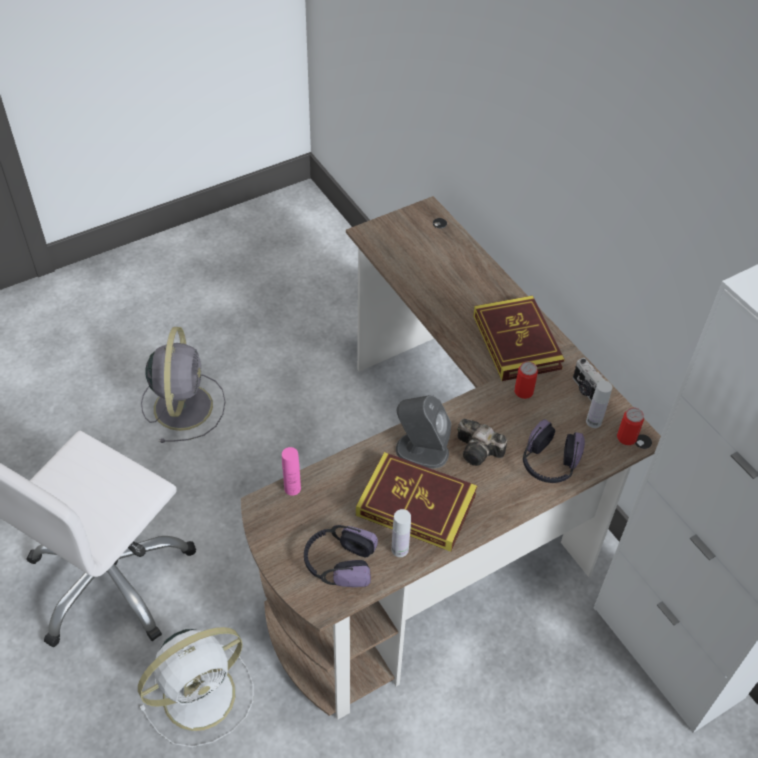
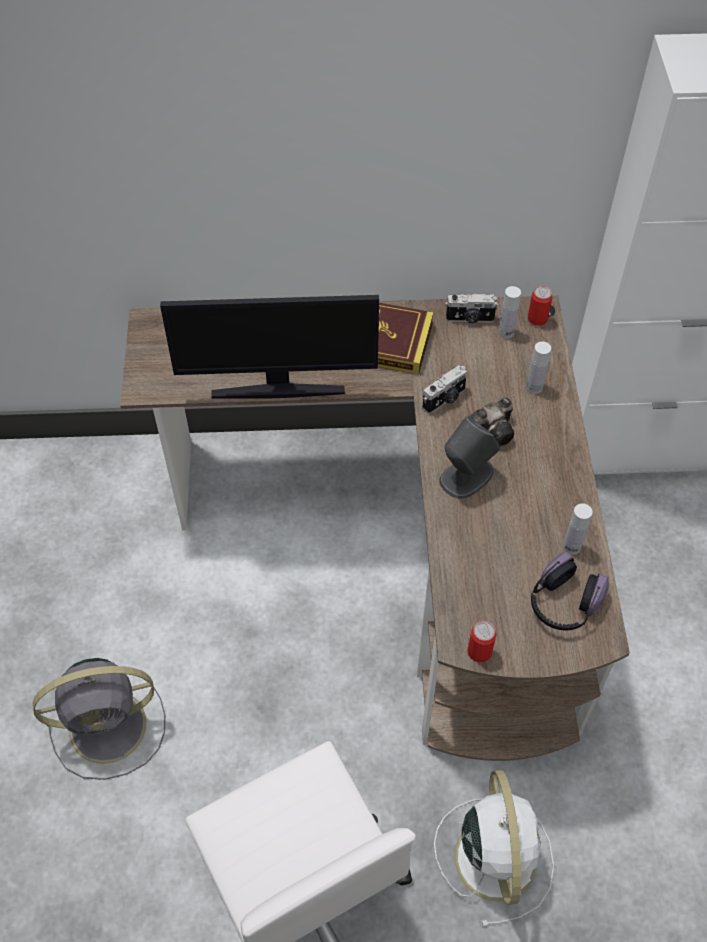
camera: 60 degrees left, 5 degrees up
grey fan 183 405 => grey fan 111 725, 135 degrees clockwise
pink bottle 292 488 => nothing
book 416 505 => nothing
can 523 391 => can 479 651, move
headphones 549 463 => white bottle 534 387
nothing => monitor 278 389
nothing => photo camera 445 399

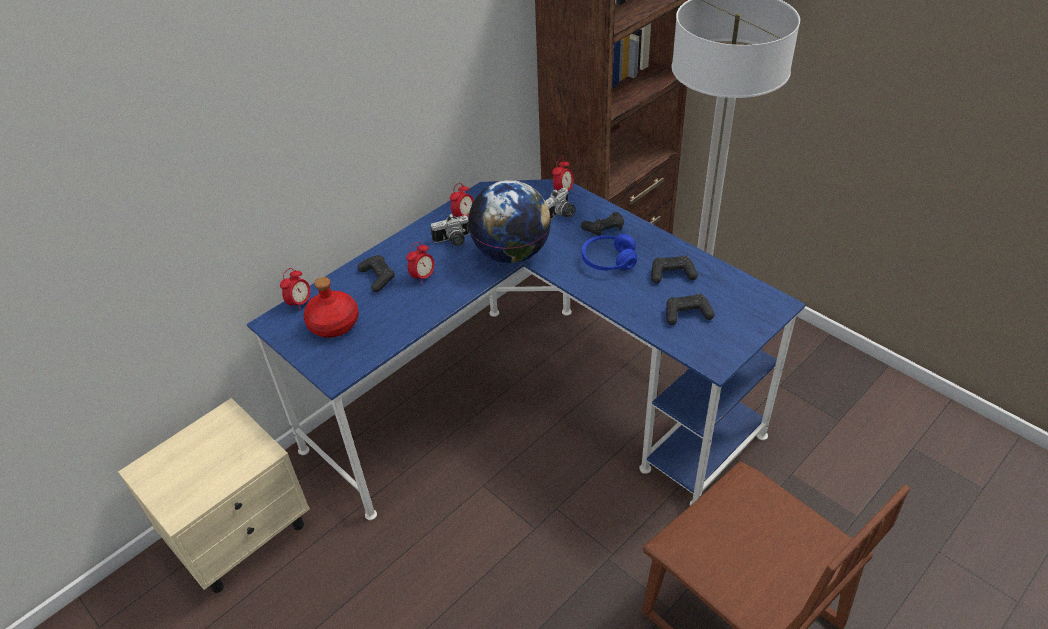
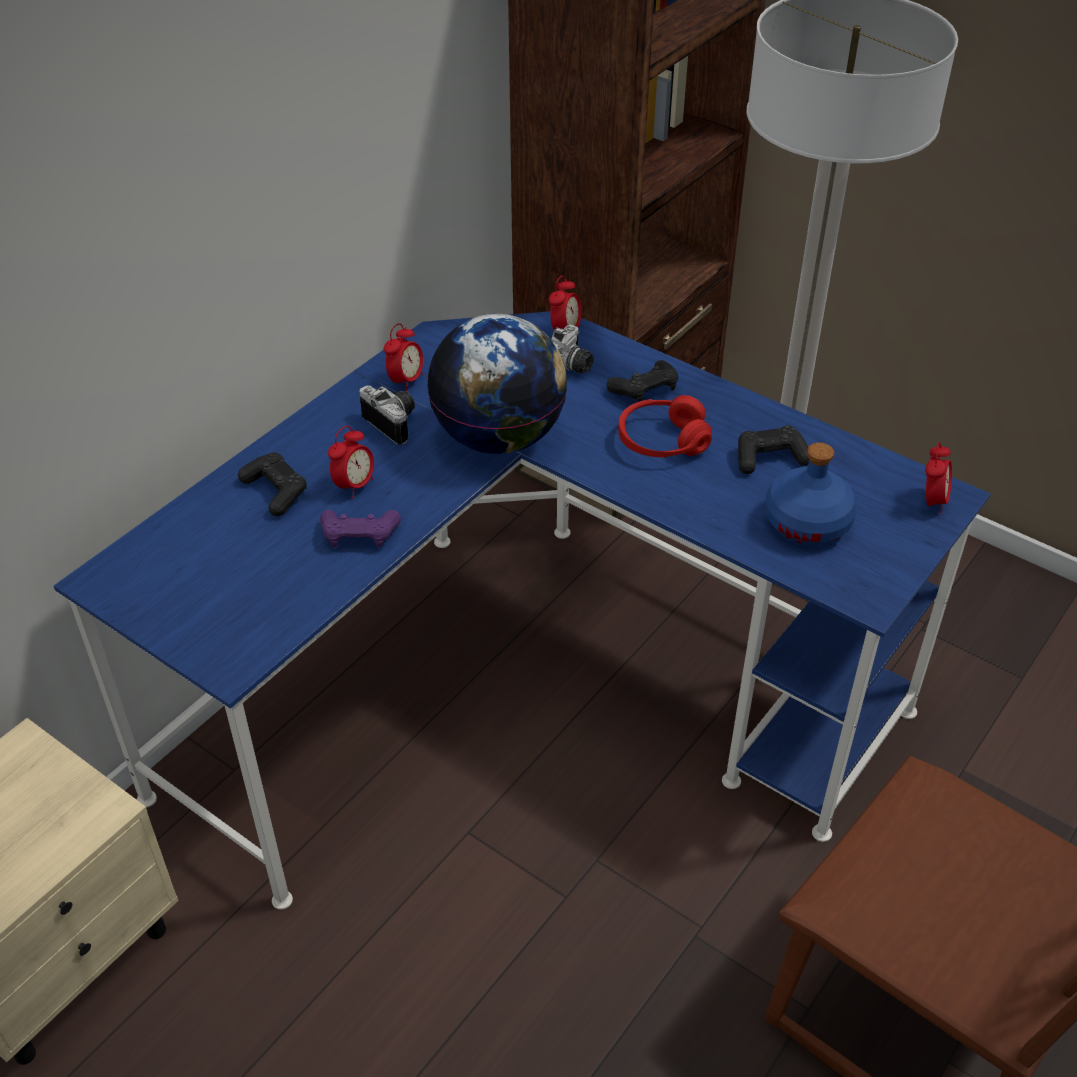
camera: 10 degrees left, 0 degrees up
alarm clock 300 303 => alarm clock 932 502, move
red bottle 333 323 => nothing
photo camera 453 241 => photo camera 395 422, 105 degrees counterclockwise
blue headphones 608 260 => red headphones 662 441
black game controller 687 314 => blue bottle 807 522
nothing => purple game controller 359 535

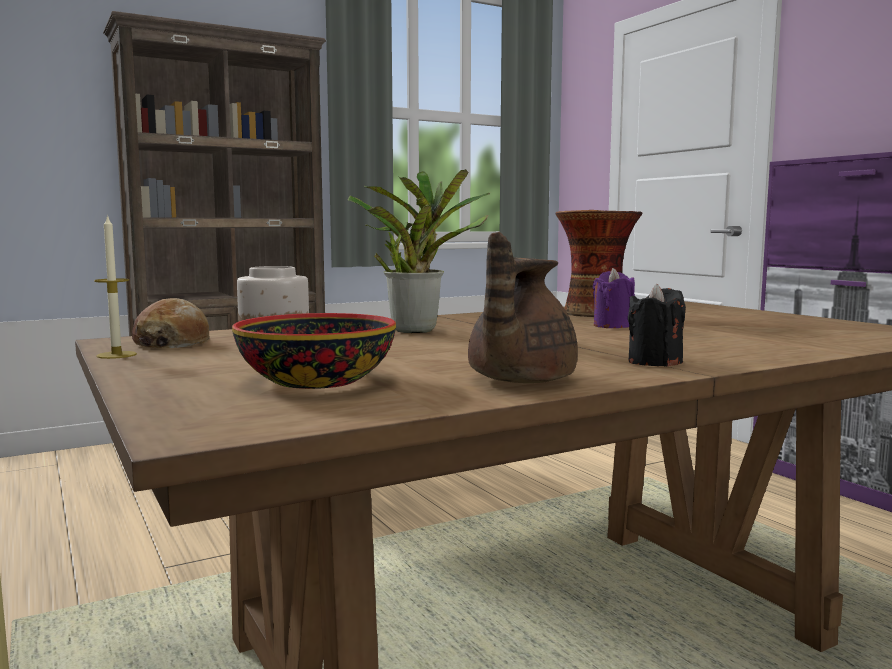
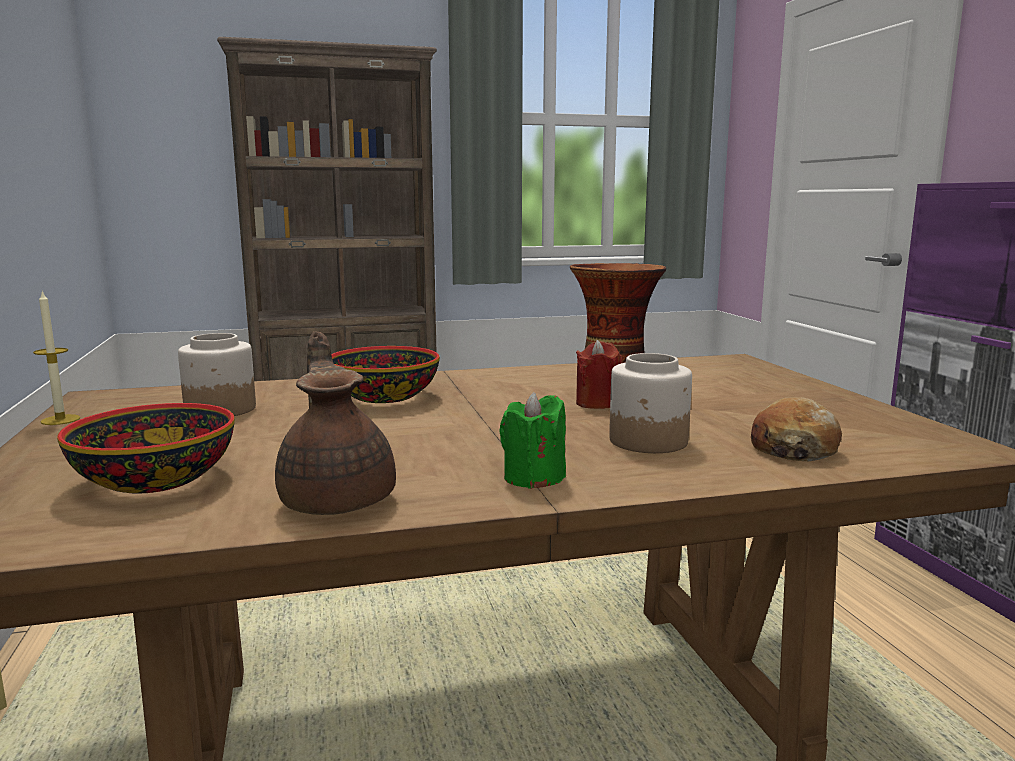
camera: 15 degrees right, 5 degrees up
bread 173 343 => bread 793 449, move
potted plant 416 329 => bowl 383 396
brown teapot 518 381 => brown teapot 338 499, 120 degrees clockwise
purple candle 613 326 => red candle 597 403
black candle 655 362 => green candle 533 478
nothing => jar 648 441

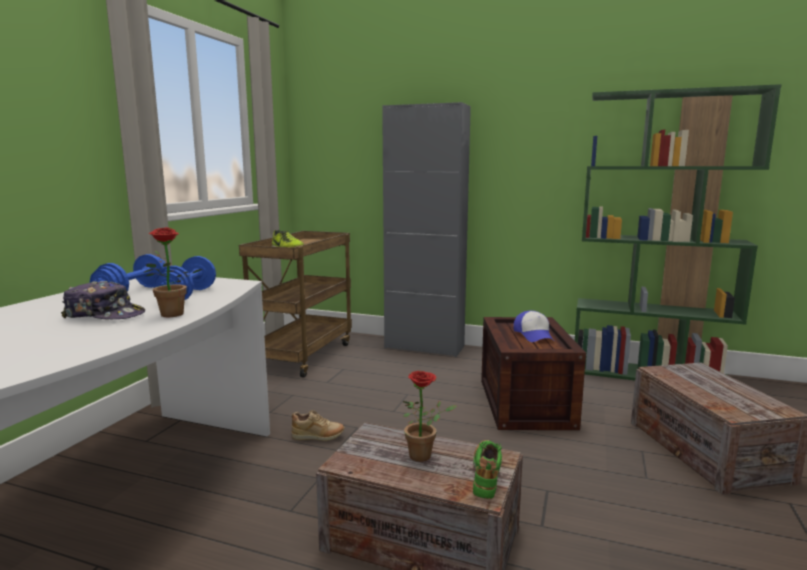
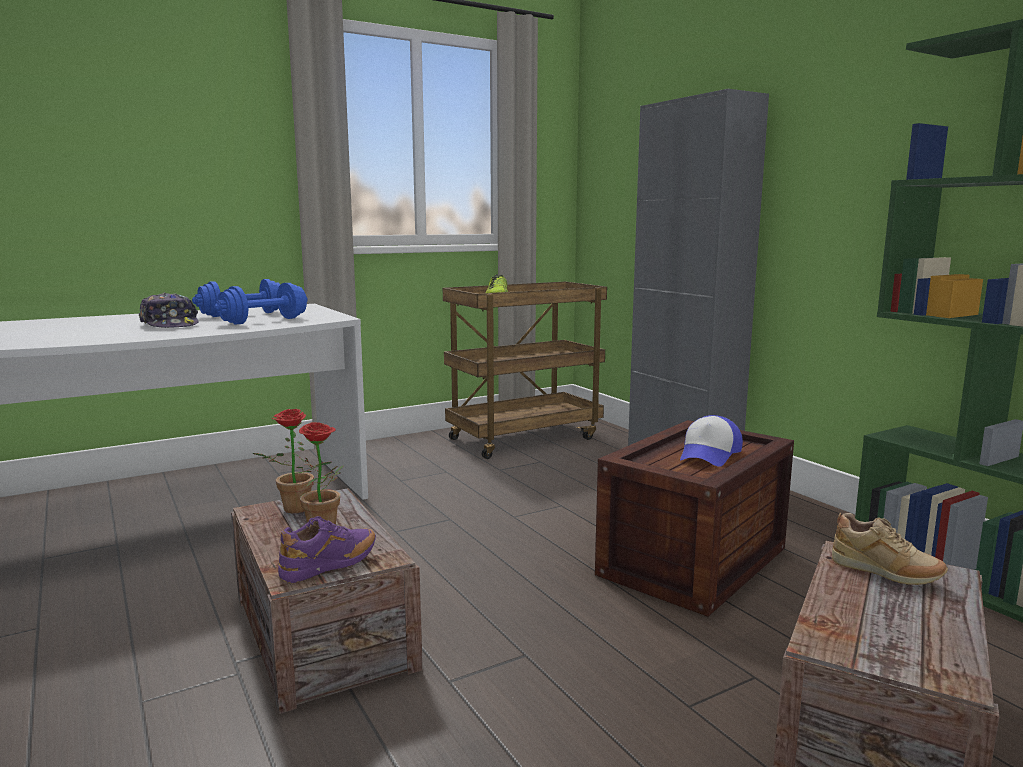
camera: 40 degrees right, 0 degrees up
potted plant 171 315 => potted plant 293 510, move
beige shoe 318 437 => beige shoe 885 574, move
green shoe 486 477 => purple shoe 330 566

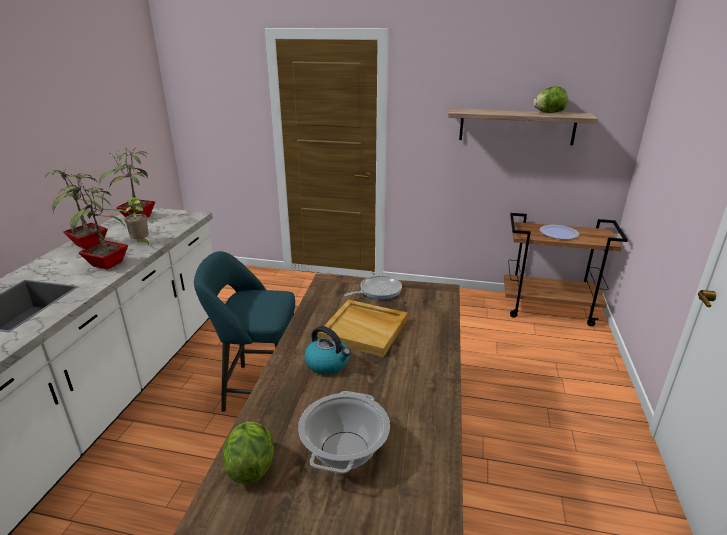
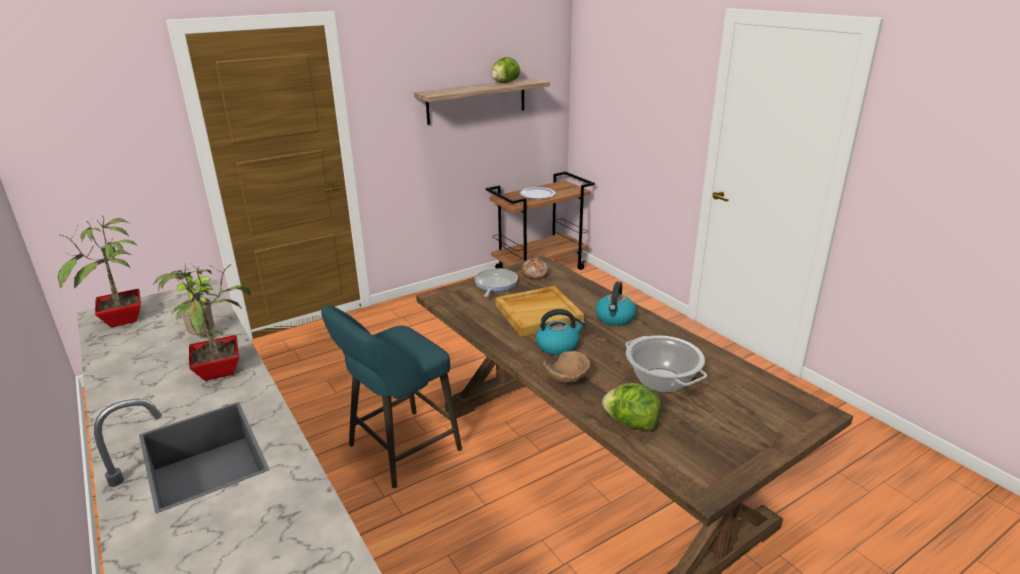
camera: 45 degrees left, 0 degrees up
potted plant 91 244 => nothing
nothing => bread 535 273
nothing => brown bowl 567 381
nothing => kettle 615 318

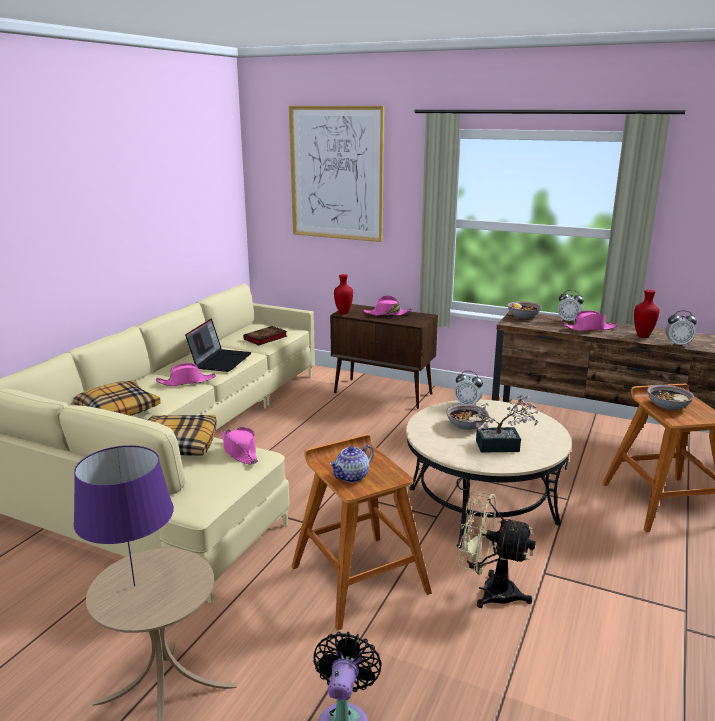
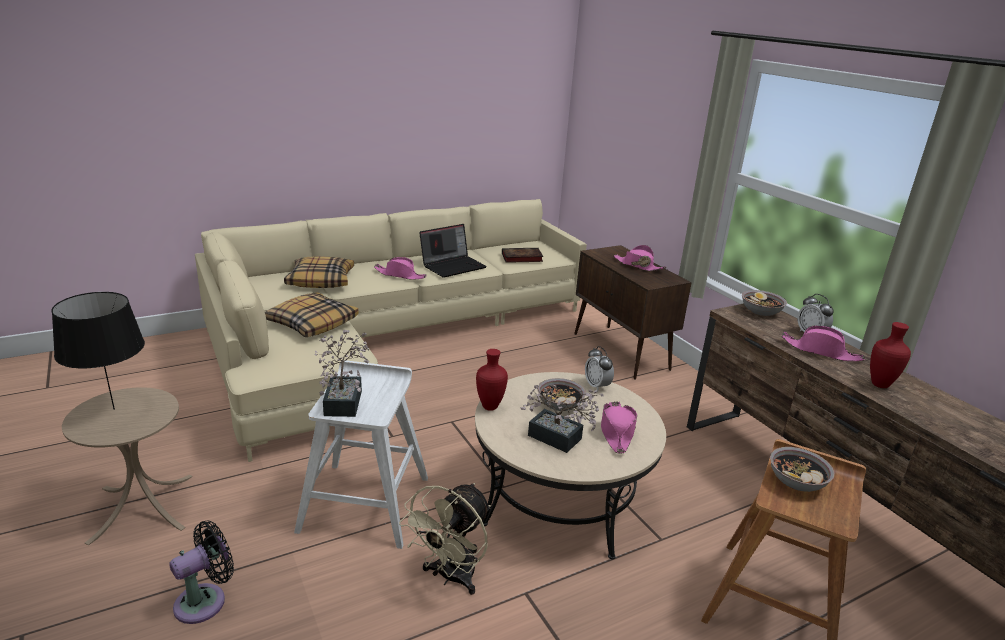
camera: 35 degrees right, 5 degrees up
purple table lamp 135 585 => black table lamp 114 409
pink hat 240 451 => pink hat 616 431, move
picture 336 173 => nothing
brown stool 359 578 => white stool 366 502
teapot 352 477 => potted plant 345 399
red vase 342 313 => red vase 489 406, move
beige fan 489 591 => beige fan 450 577, 120 degrees counterclockwise
alarm clock 677 344 => nothing

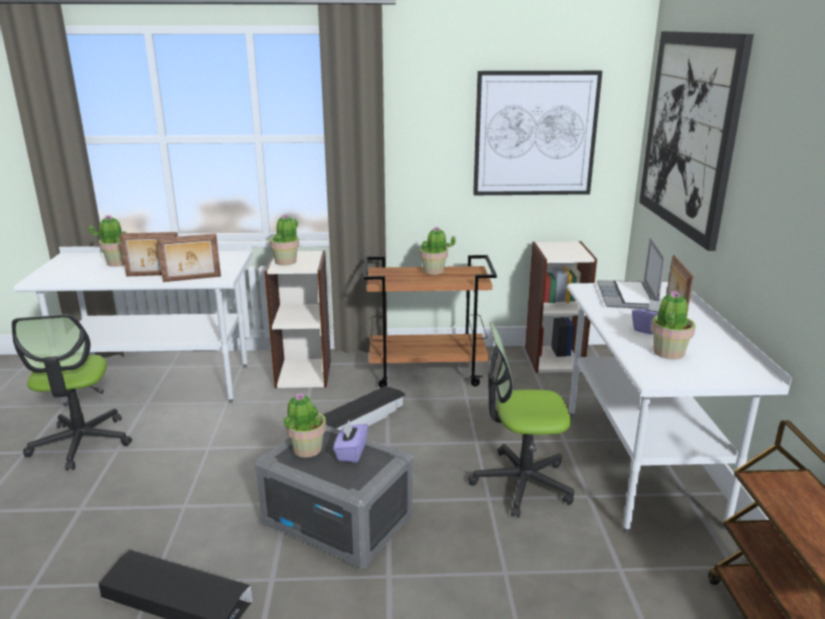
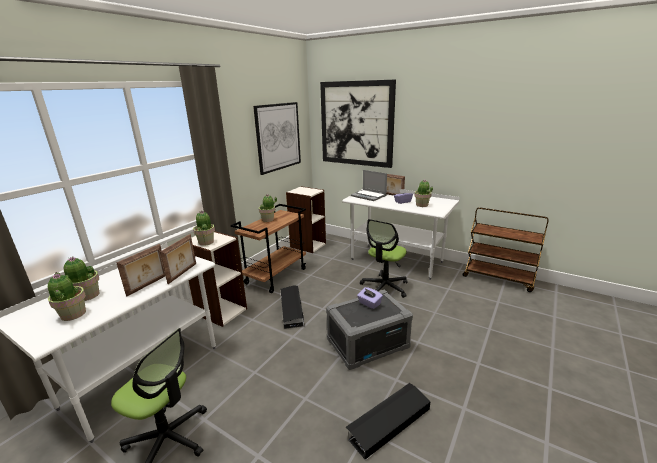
camera: 55 degrees left, 0 degrees up
potted plant 306 449 => potted plant 73 314, move

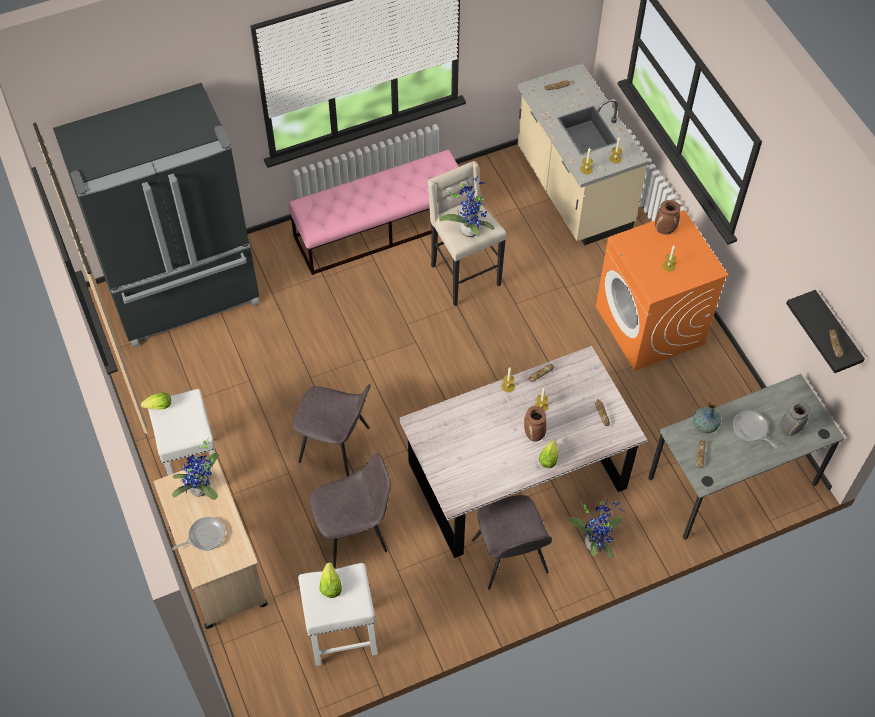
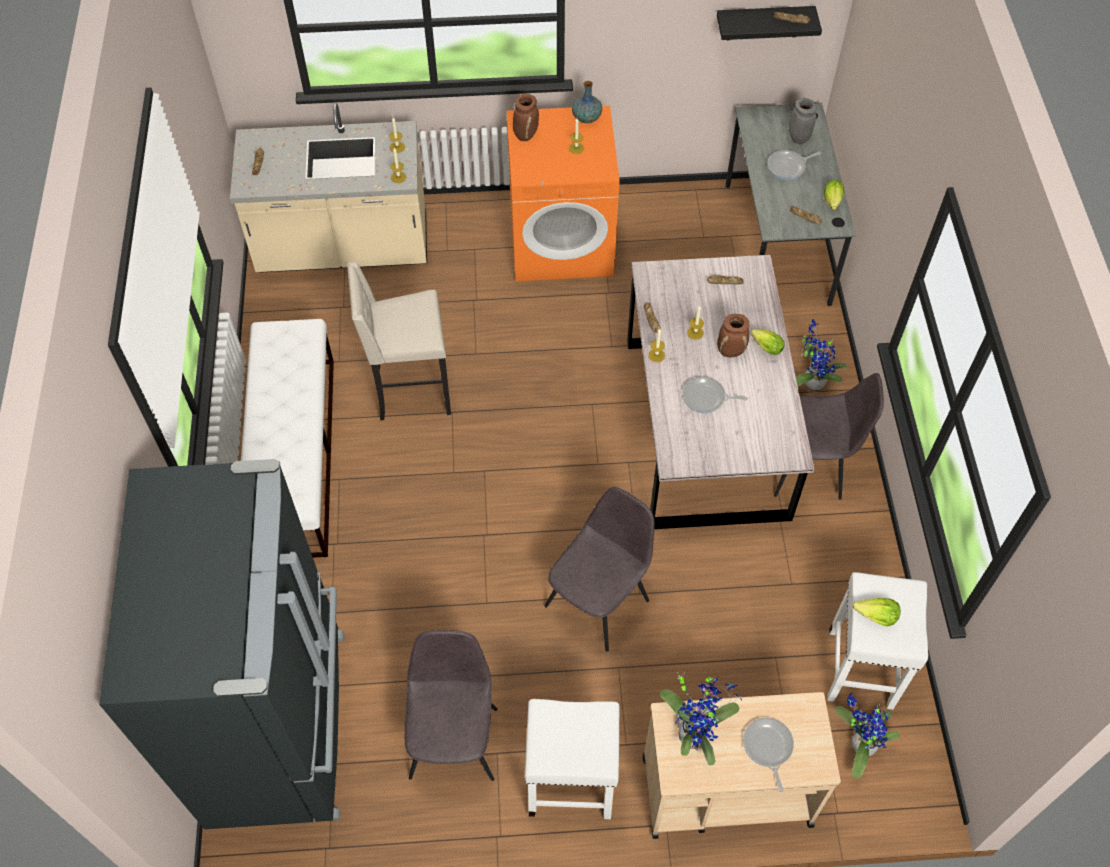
camera: 70 degrees left, 0 degrees up
lettuce 157 407 => lettuce 832 202, move
pink bench 382 228 => white bench 295 455
grey chair 354 532 => grey chair 454 739, move
potted plant 469 229 => potted plant 859 744, move
vase 704 425 => vase 586 118, move
nothing => frying pan 706 398

